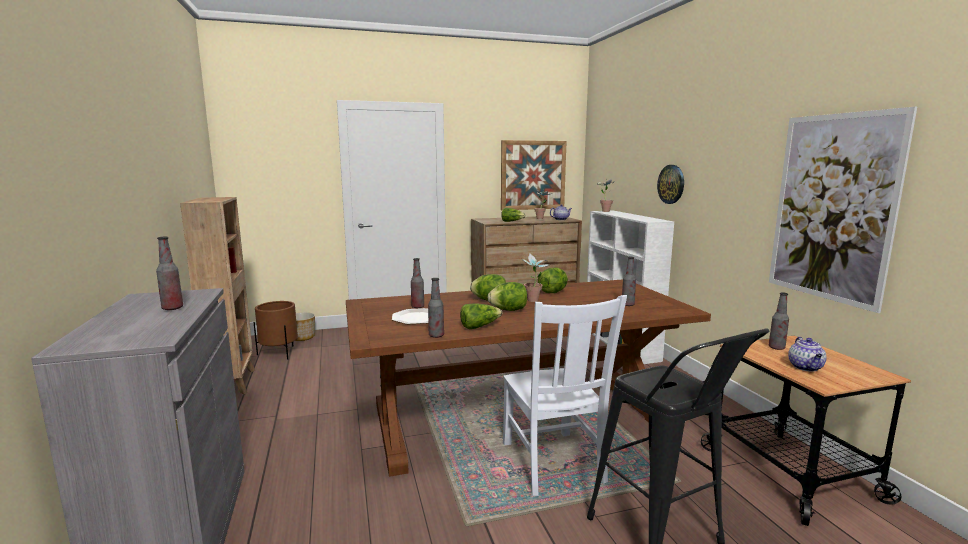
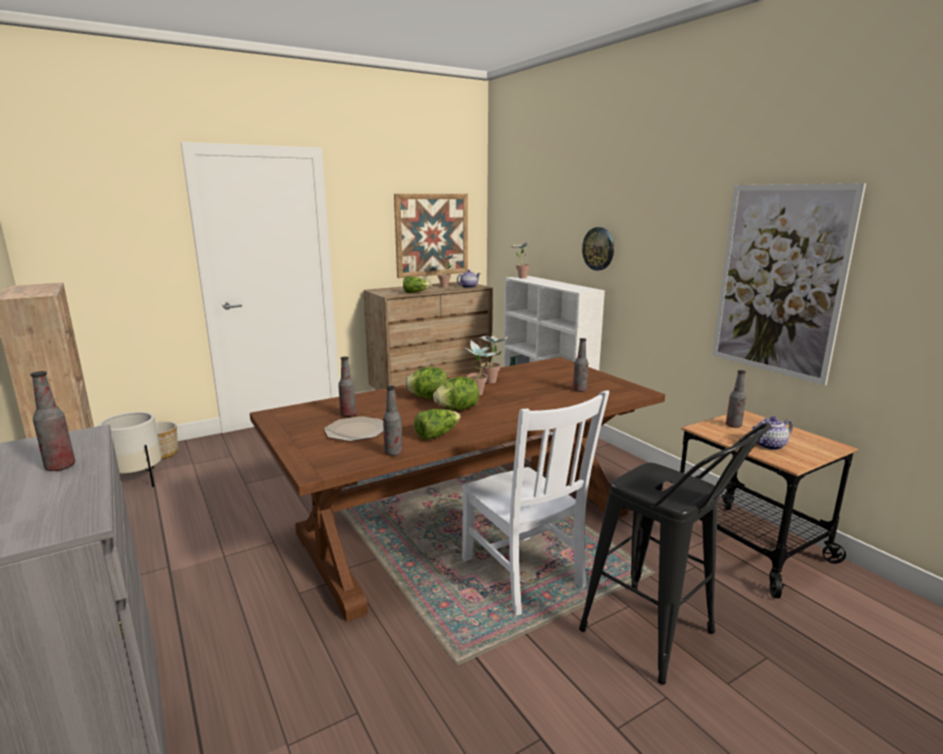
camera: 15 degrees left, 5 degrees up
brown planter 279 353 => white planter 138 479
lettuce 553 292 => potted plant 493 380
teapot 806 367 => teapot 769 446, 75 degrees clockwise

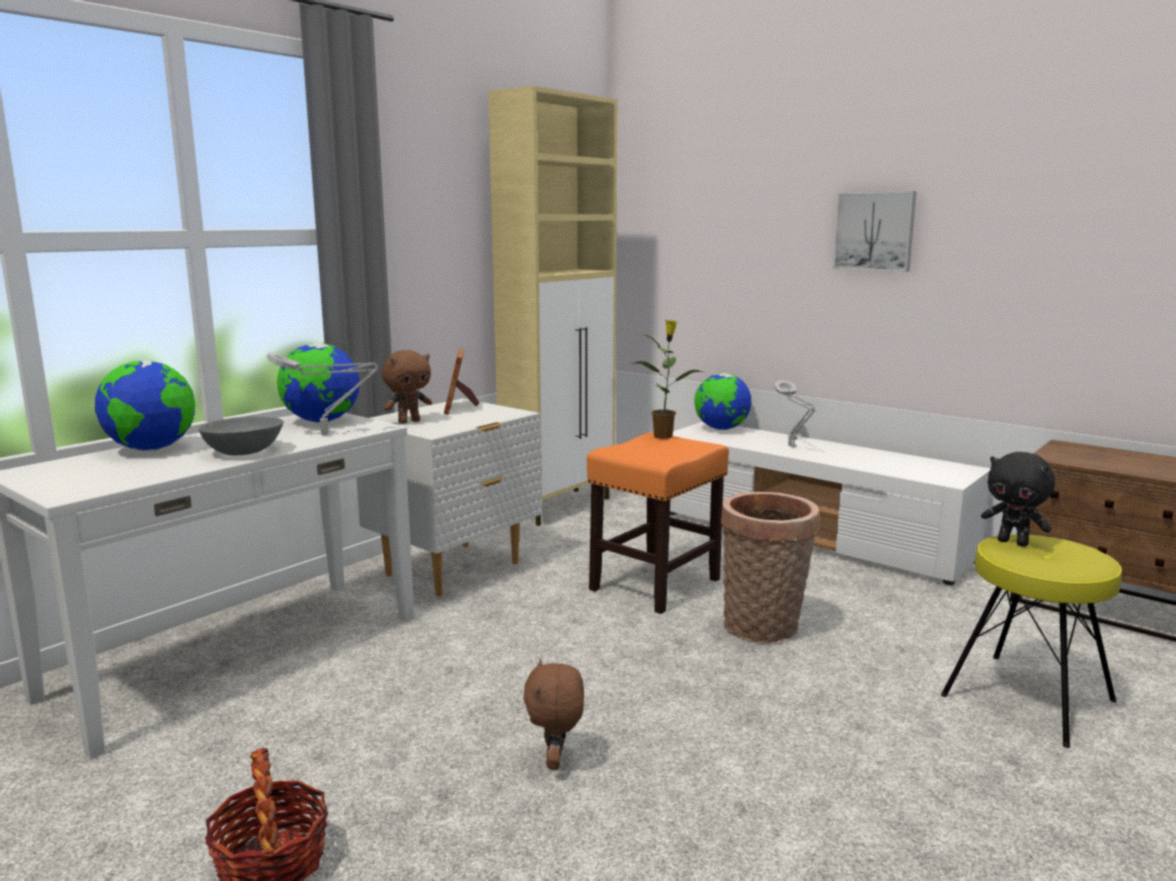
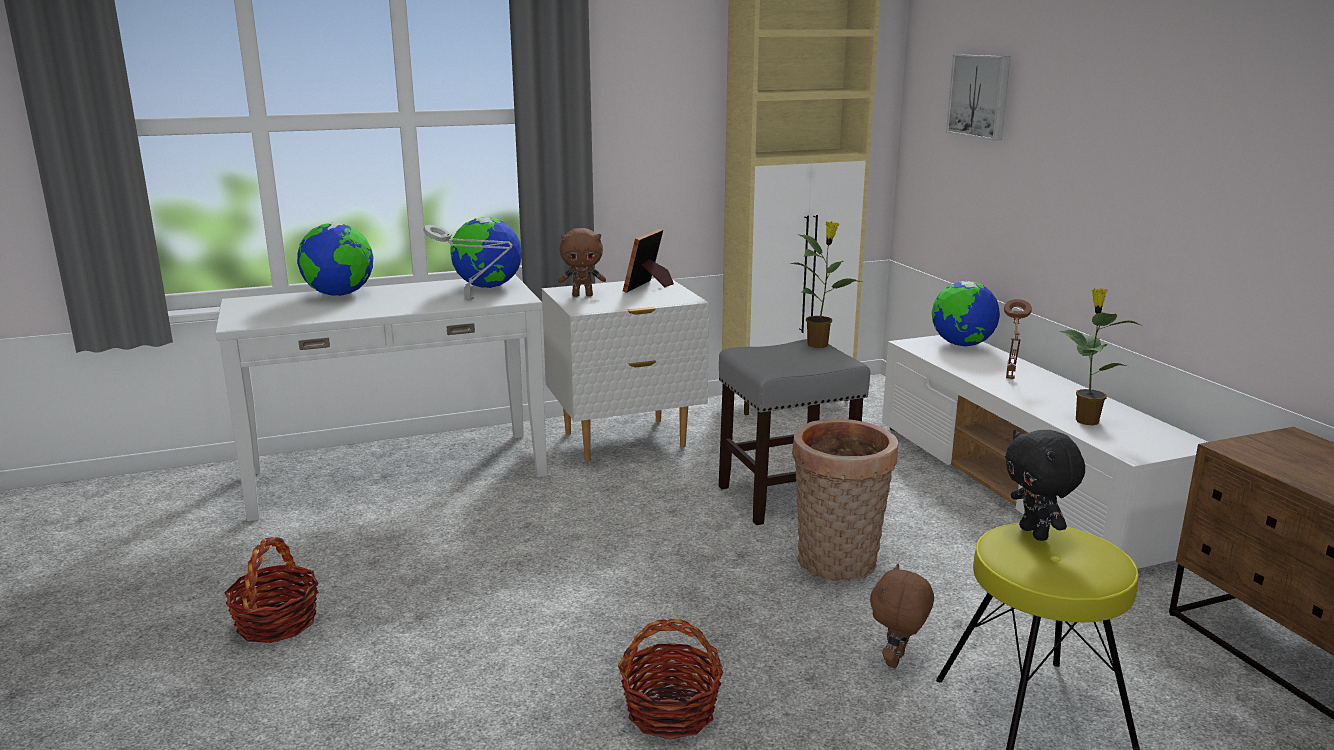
camera: 30 degrees right, 5 degrees up
grey bowl 245 452 => nothing
brown plush toy 556 761 => brown plush toy 897 661, move
orange stool 656 584 => grey stool 787 496
grey table lamp 793 447 => brown table lamp 1010 379
picture 875 231 => picture 980 96, move
nothing => basket 671 712
nothing => potted plant 1085 420

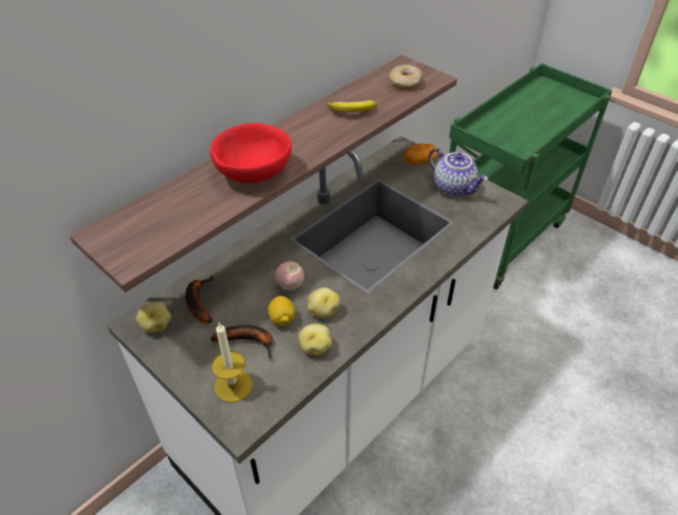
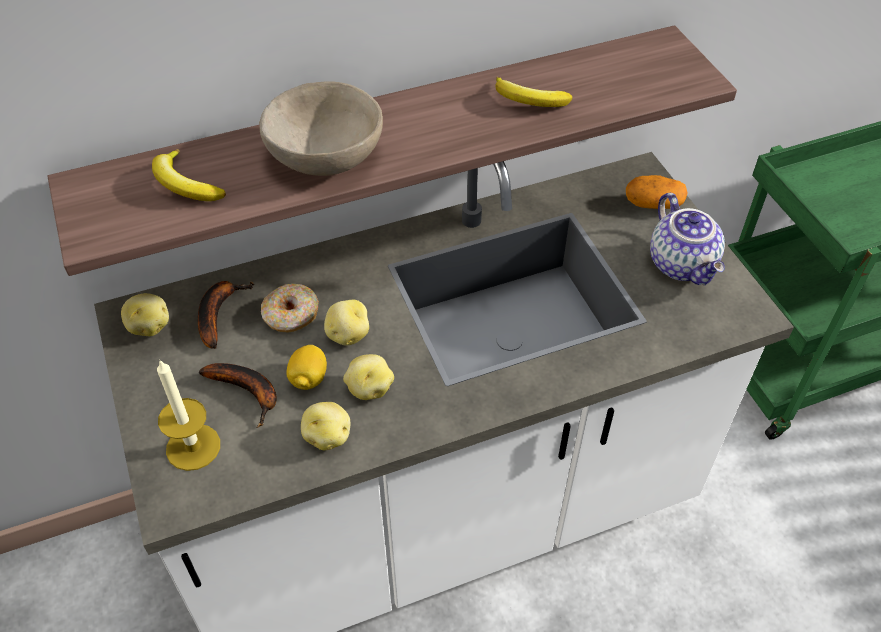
camera: 25 degrees right, 5 degrees up
red bowl 254 172 => beige bowl 326 157
apple 290 286 => potato 347 334
donut 405 83 => donut 291 315, move
nothing => banana 185 185

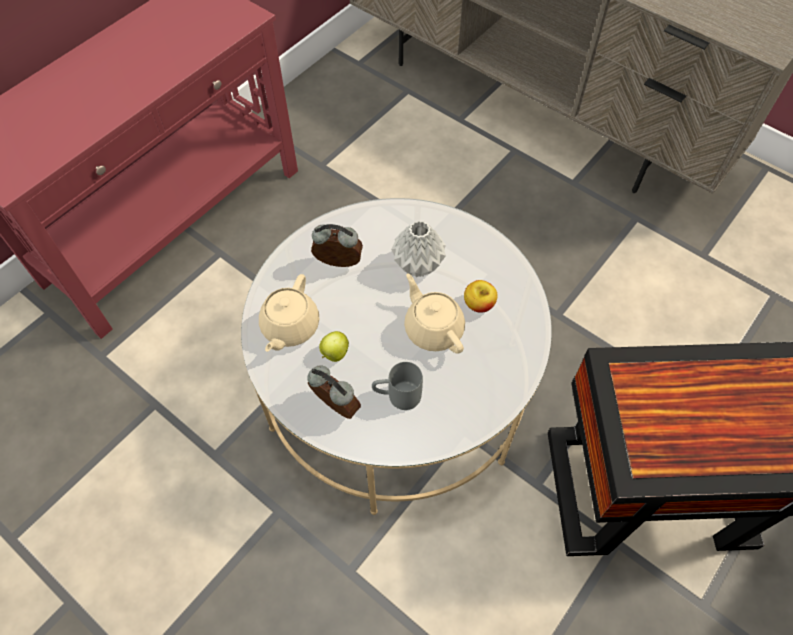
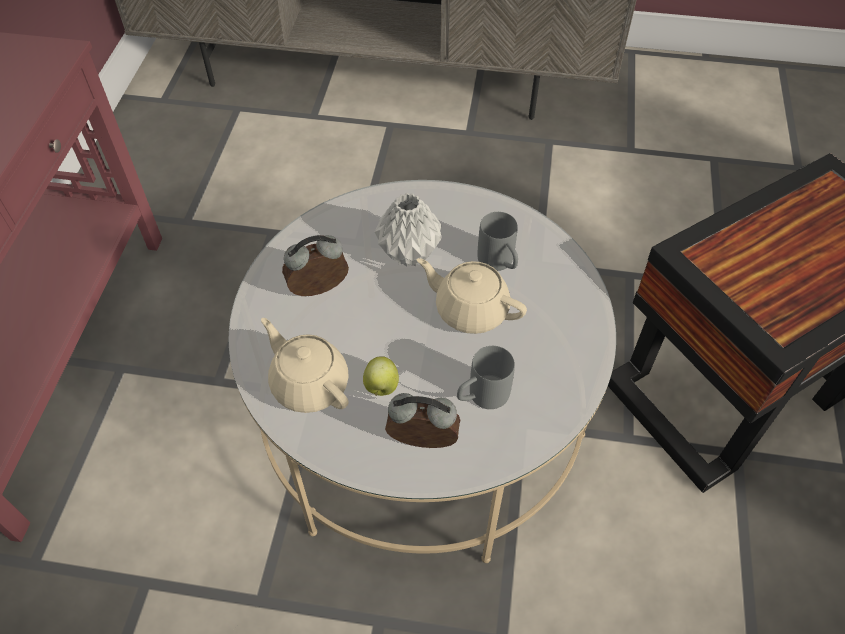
camera: 30 degrees left, 5 degrees down
beige teapot 289 327 => beige teapot 309 383, 150 degrees clockwise
apple 479 304 => grey mug 499 263

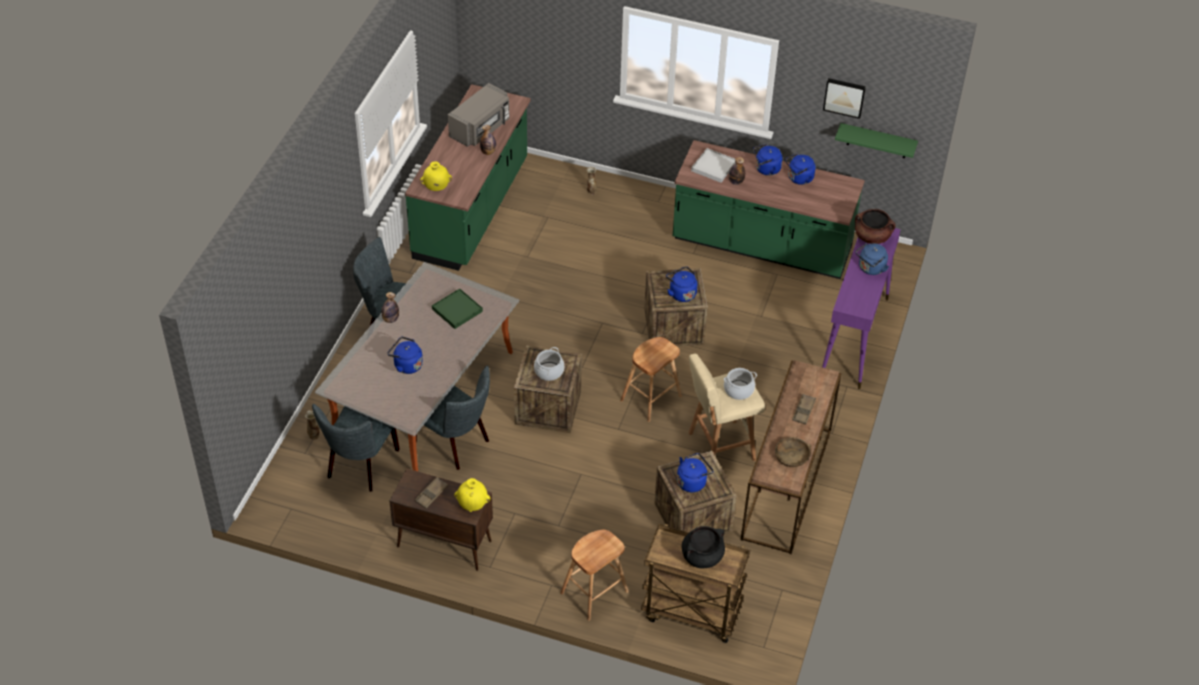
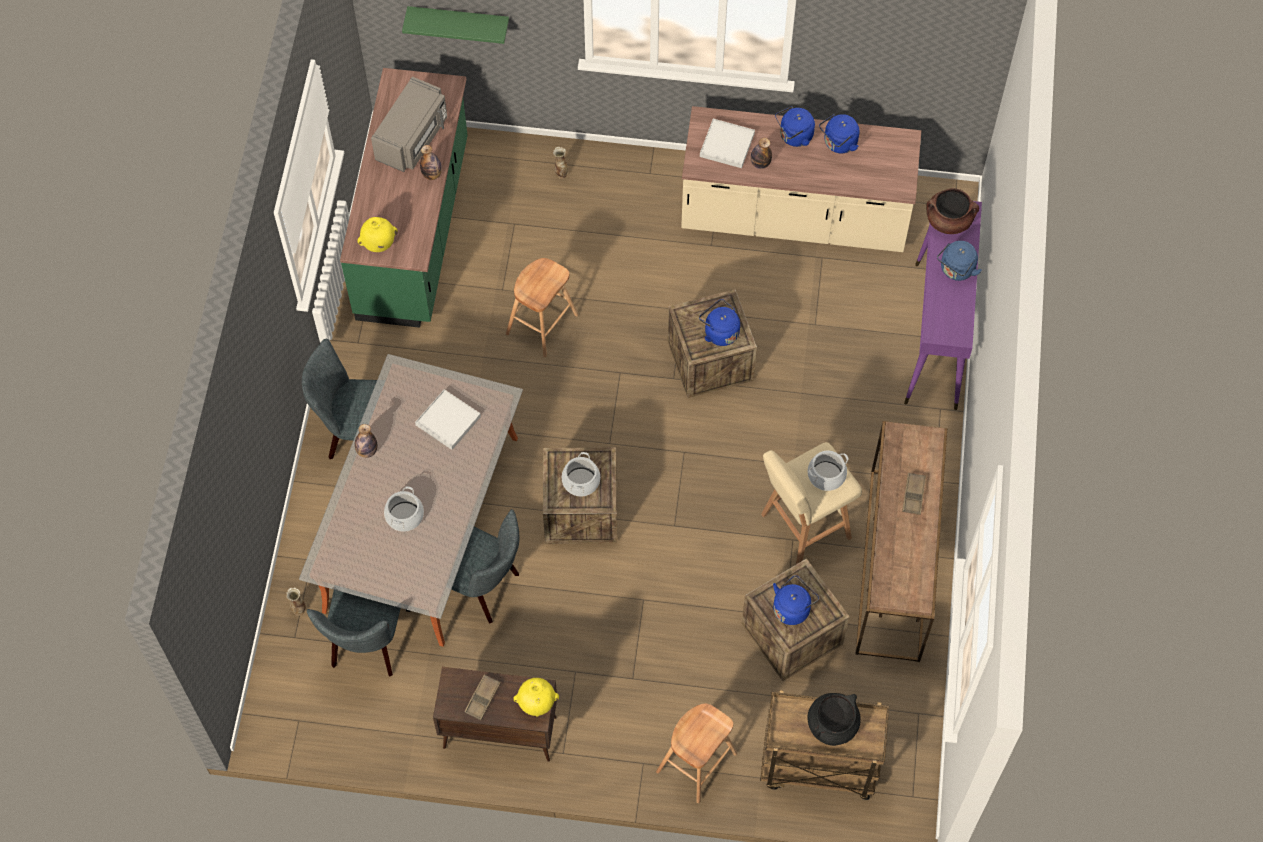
camera: 10 degrees left, 15 degrees up
blue kettle 406 365 => cooking pot 404 516
green tray 457 310 => white tray 448 421
brown stool 651 398 => brown stool 542 324, move
green counter 761 246 => beige counter 794 217
brown bowl 792 456 => nothing
picture 844 97 => nothing
green shelf 877 141 => green shelf 459 21, move

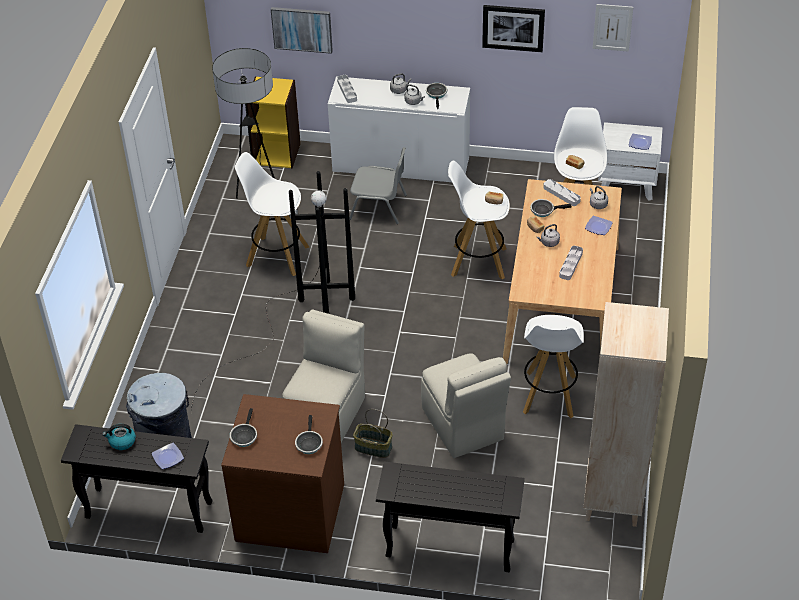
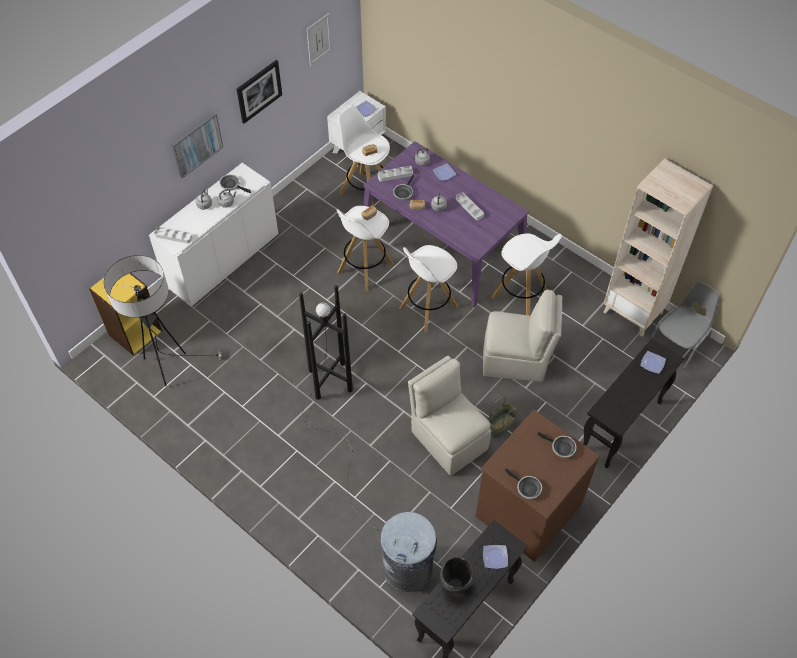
camera: 60 degrees left, 10 degrees up
kettle 122 441 => black cooking pot 455 585
white stool 276 255 => white stool 427 308, move
picture 302 29 => picture 196 144, move
grey chair 379 207 => grey chair 680 341, move
beige dining table 562 303 => purple dining table 442 244
nothing => plate 652 363

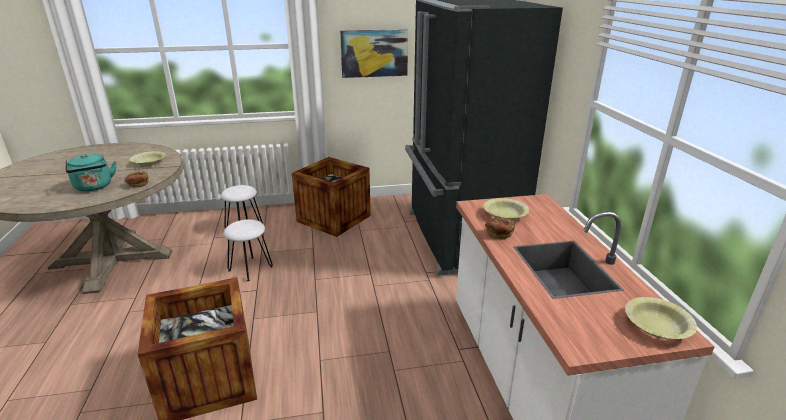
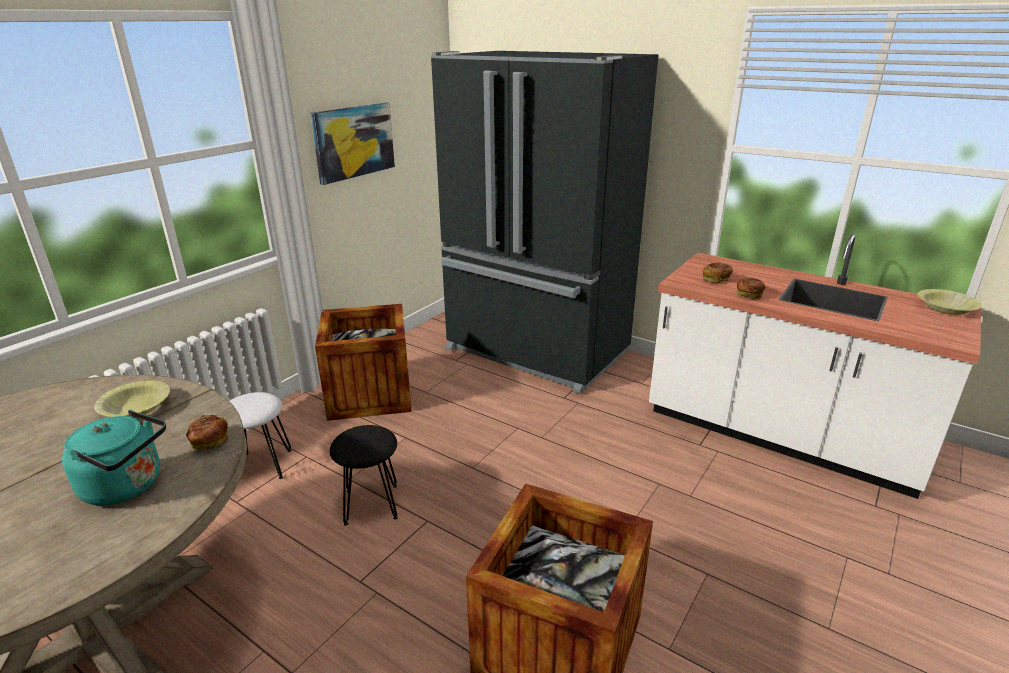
camera: 45 degrees left, 0 degrees up
white stool 250 268 => black stool 372 504
yellow bowl 505 215 => bread 716 279

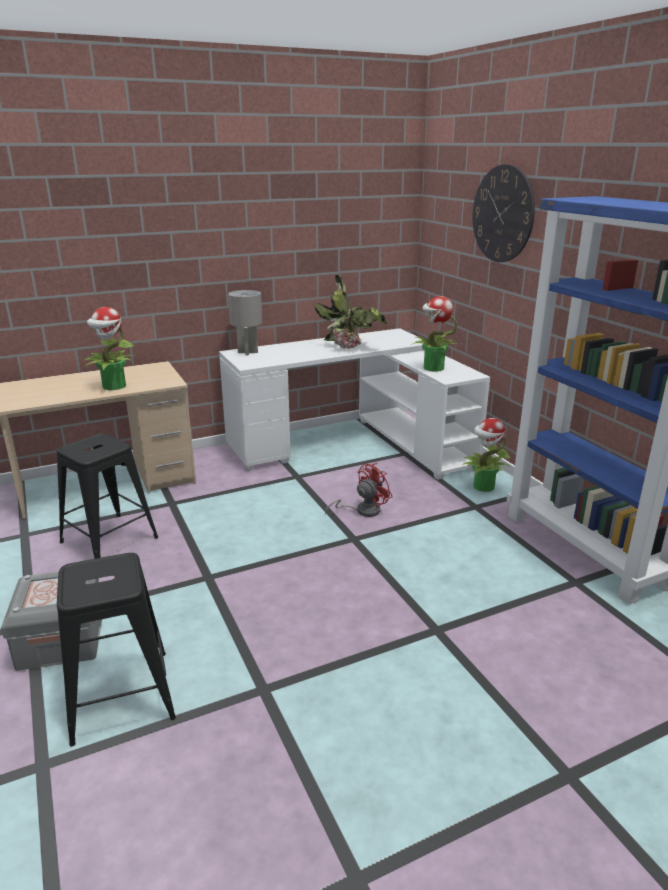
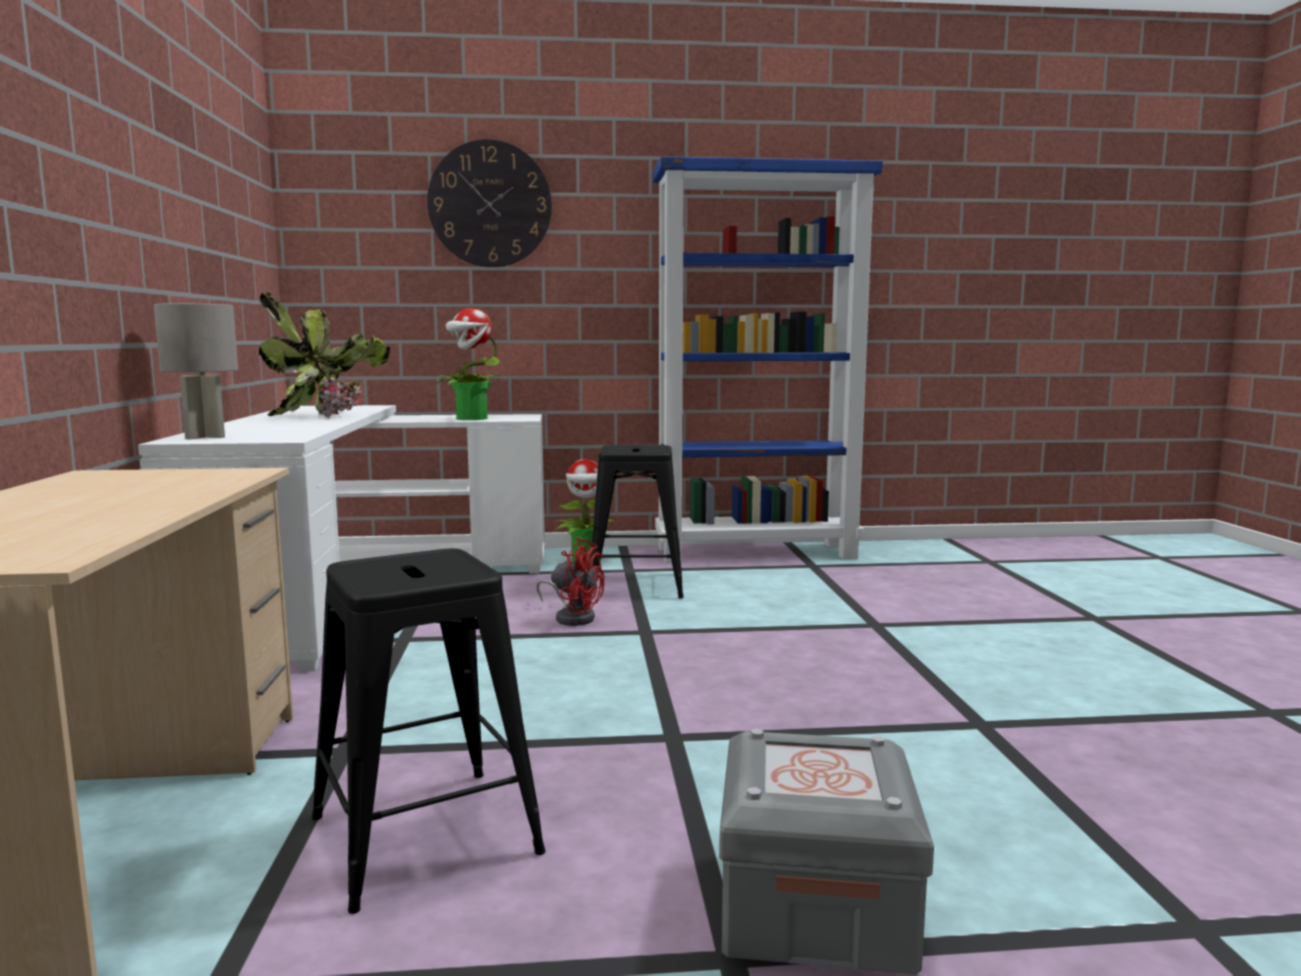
camera: 70 degrees left, 15 degrees down
black stool 122 695 => black stool 635 585, move
potted plant 114 386 => nothing
red fan 362 510 => red fan 573 617, 135 degrees clockwise

